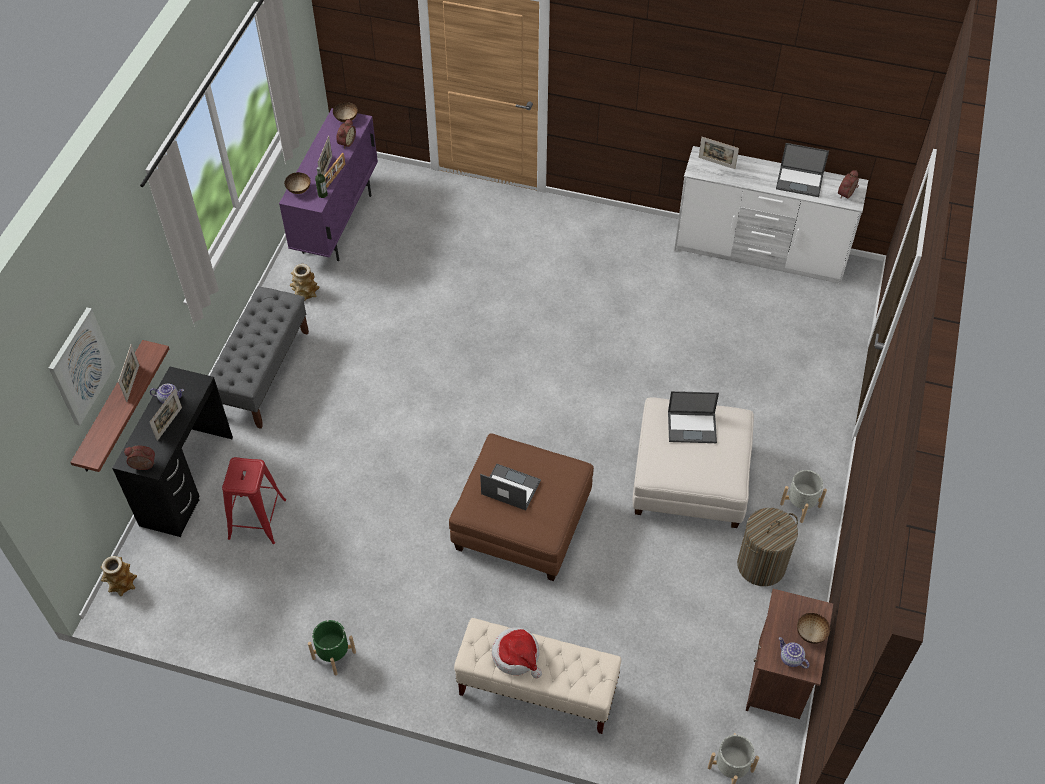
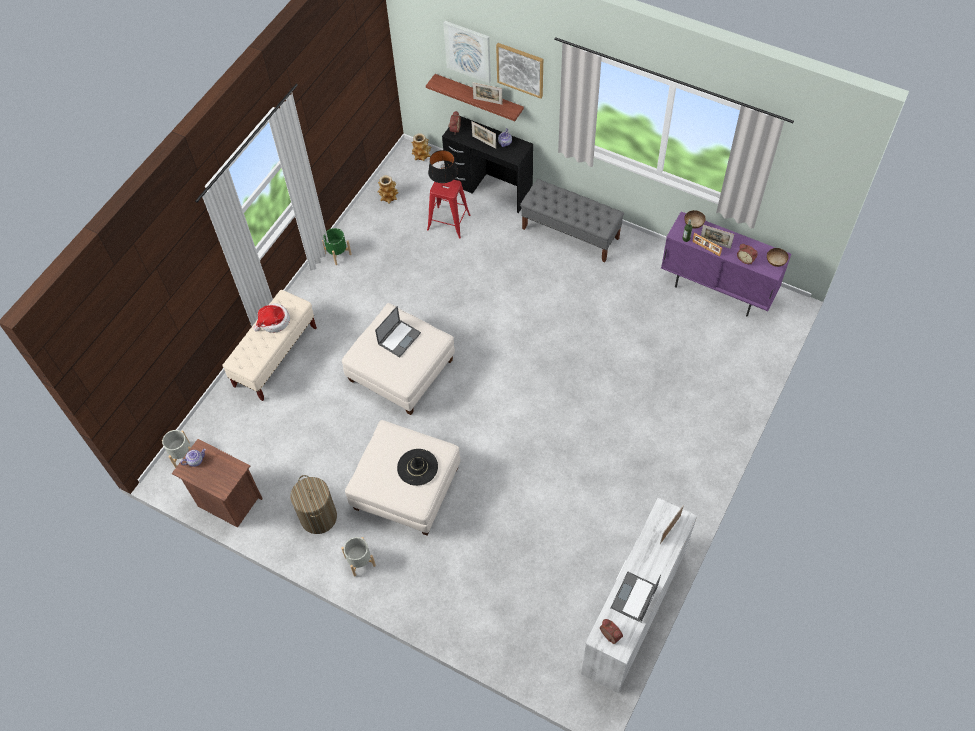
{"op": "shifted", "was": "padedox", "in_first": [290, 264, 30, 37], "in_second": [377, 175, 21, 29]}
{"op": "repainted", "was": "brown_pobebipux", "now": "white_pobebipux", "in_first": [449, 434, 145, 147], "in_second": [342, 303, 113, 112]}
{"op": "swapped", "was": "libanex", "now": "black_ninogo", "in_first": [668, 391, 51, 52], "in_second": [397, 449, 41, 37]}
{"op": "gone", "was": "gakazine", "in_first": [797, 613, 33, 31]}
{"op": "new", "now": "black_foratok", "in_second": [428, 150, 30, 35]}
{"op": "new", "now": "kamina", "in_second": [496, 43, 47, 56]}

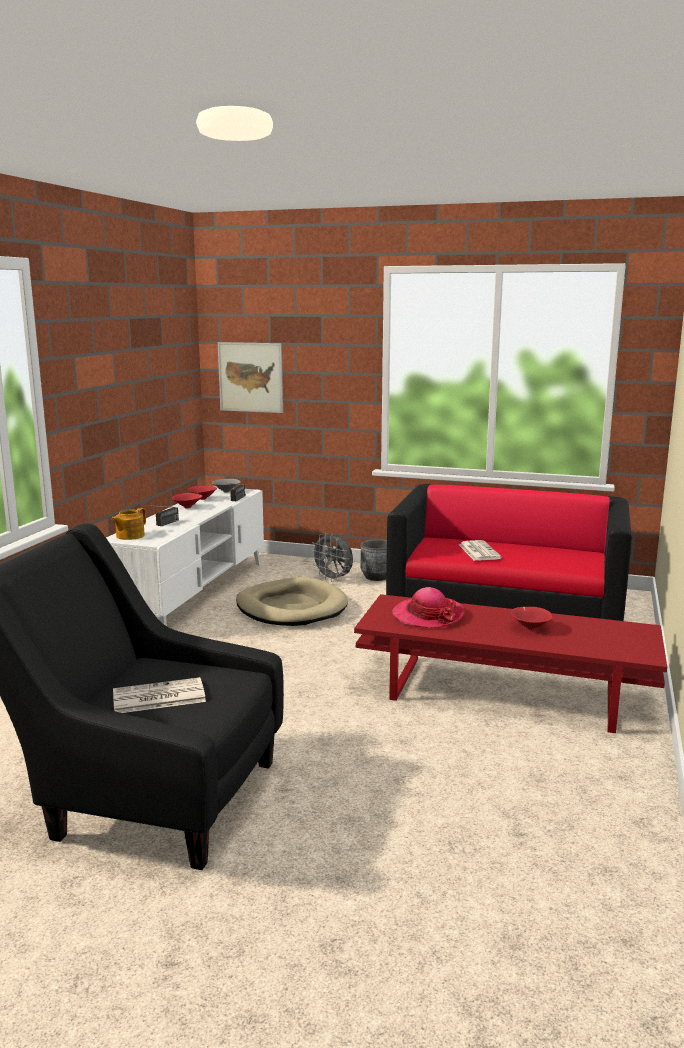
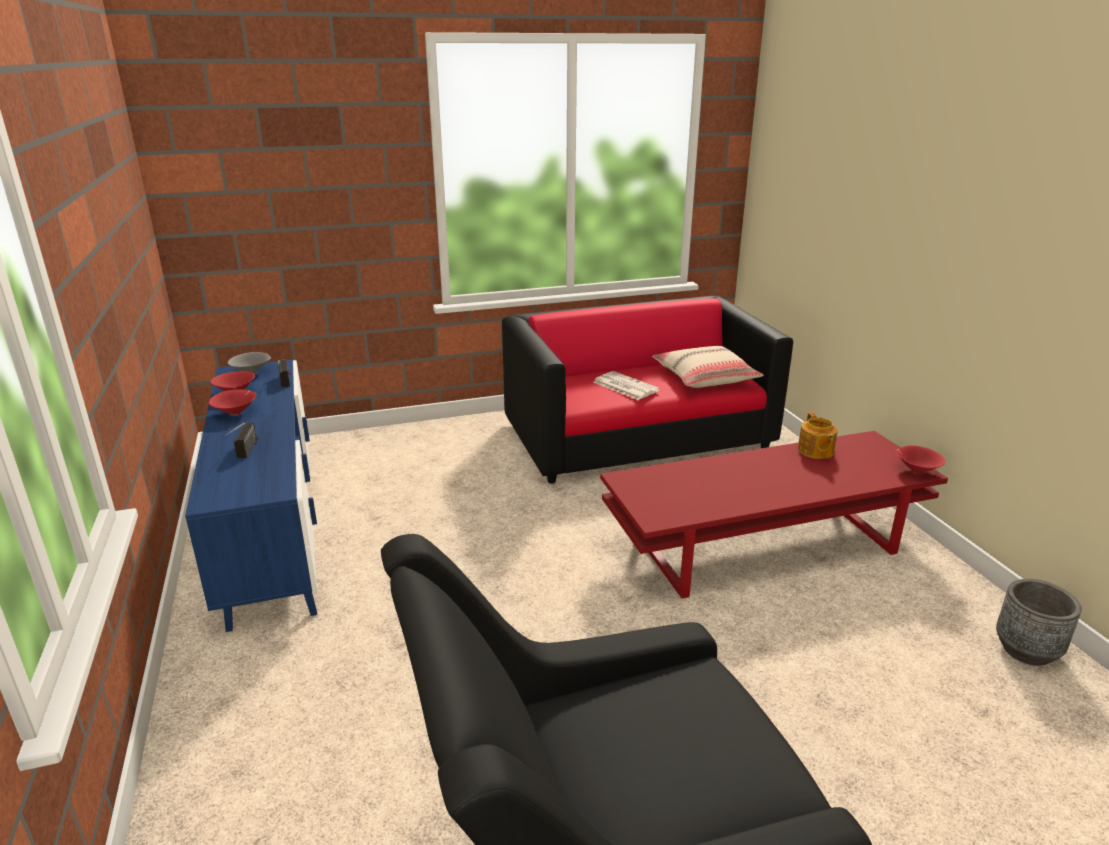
{"op": "repainted", "was": "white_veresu", "now": "blue_veresu", "in_first": [106, 486, 158, 140], "in_second": [185, 360, 132, 272]}
{"op": "shifted", "was": "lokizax", "in_first": [111, 508, 35, 32], "in_second": [798, 413, 40, 46]}
{"op": "gone", "was": "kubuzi", "in_first": [113, 677, 93, 36]}
{"op": "gone", "was": "kamina", "in_first": [218, 342, 65, 71]}
{"op": "gone", "was": "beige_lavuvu", "in_first": [236, 577, 112, 49]}
{"op": "gone", "was": "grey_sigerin", "in_first": [310, 533, 43, 49]}
{"op": "shifted", "was": "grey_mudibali", "in_first": [361, 539, 26, 42], "in_second": [996, 579, 86, 87]}
{"op": "gone", "was": "ninogo", "in_first": [392, 587, 73, 41]}
{"op": "shifted", "was": "red_gakazine", "in_first": [511, 607, 42, 23], "in_second": [895, 446, 50, 28]}
{"op": "new", "now": "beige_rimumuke", "in_second": [652, 346, 112, 42]}

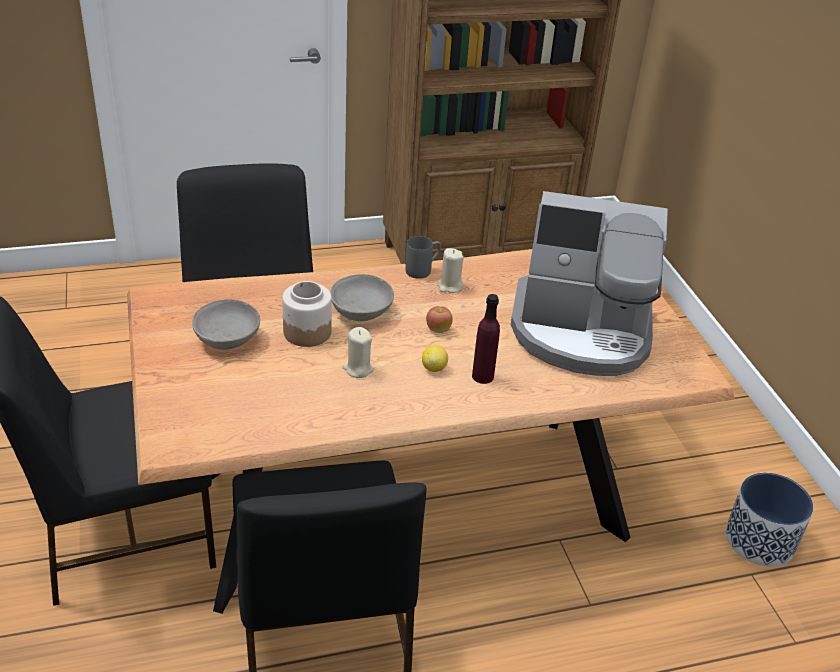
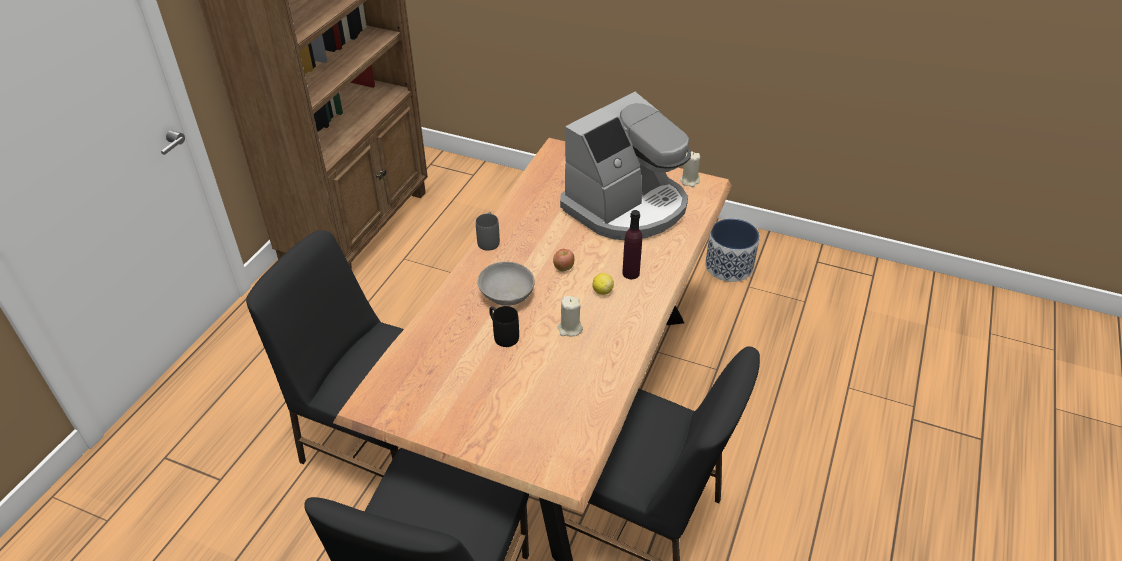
{"op": "gone", "was": "grey_gakazine", "in_first": [192, 299, 68, 51]}
{"op": "swapped", "was": "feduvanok", "now": "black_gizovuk", "in_first": [282, 281, 50, 66], "in_second": [489, 306, 30, 41]}
{"op": "shifted", "was": "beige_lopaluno", "in_first": [437, 248, 27, 45], "in_second": [680, 151, 20, 36]}

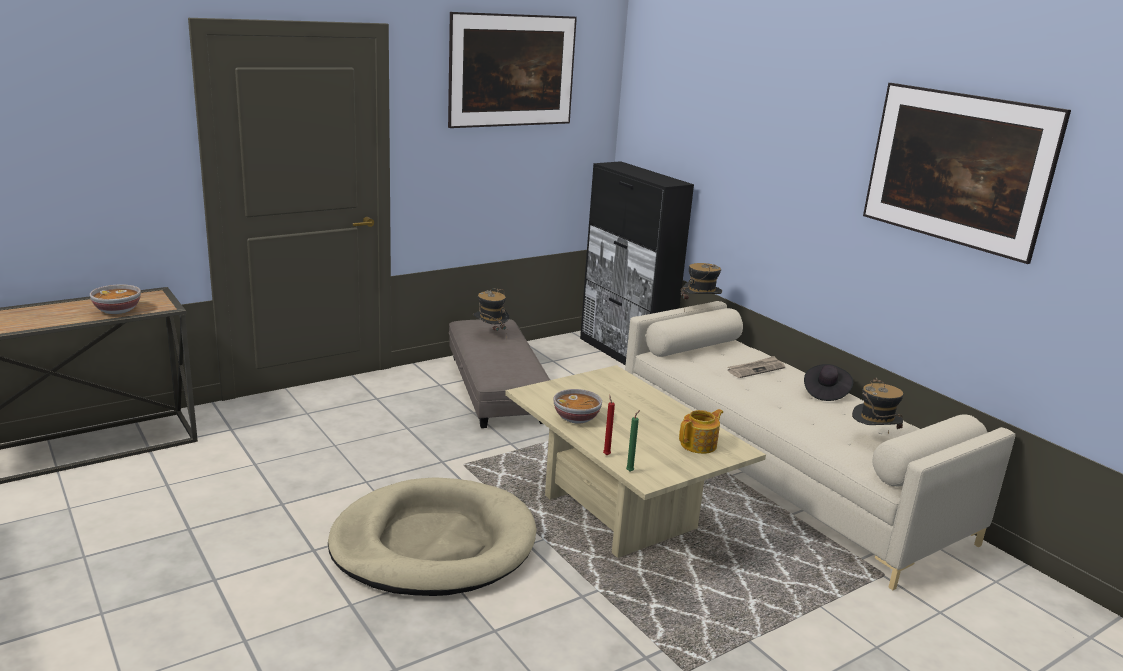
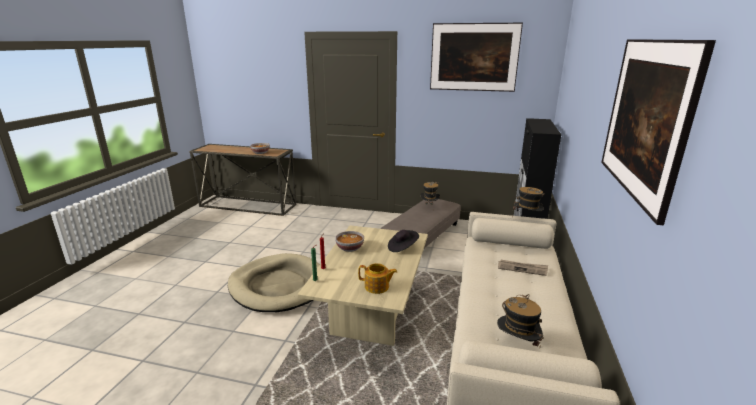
{"op": "shifted", "was": "black_ninogo", "in_first": [804, 364, 49, 37], "in_second": [388, 230, 31, 22]}

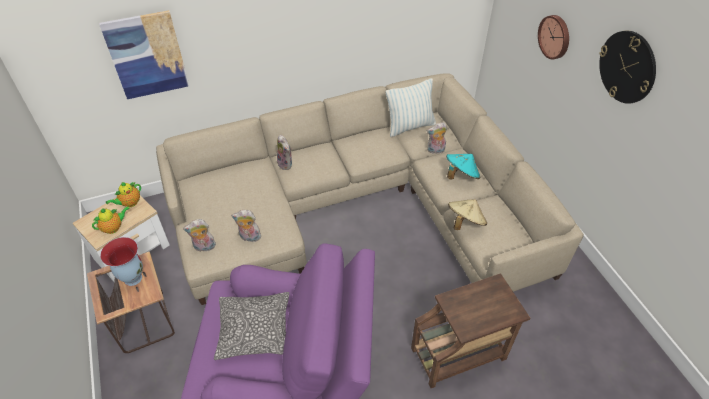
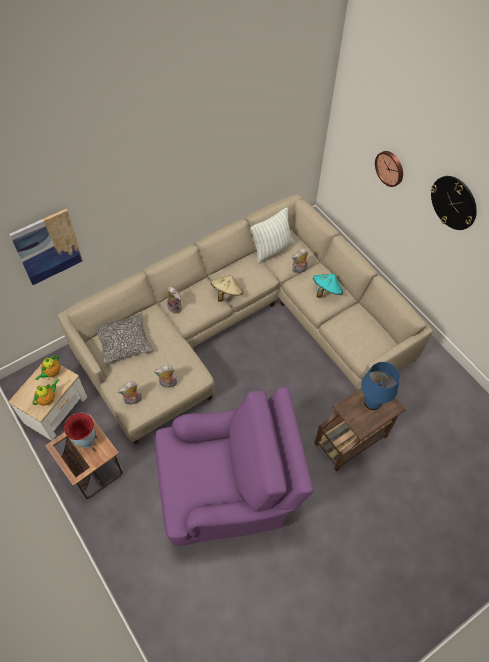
{"op": "shifted", "was": "rimumuke", "in_first": [214, 292, 75, 68], "in_second": [95, 313, 58, 52]}
{"op": "shifted", "was": "beige_ninogo", "in_first": [448, 199, 39, 31], "in_second": [211, 275, 32, 27]}
{"op": "new", "now": "blue_foratok", "in_second": [361, 362, 39, 48]}

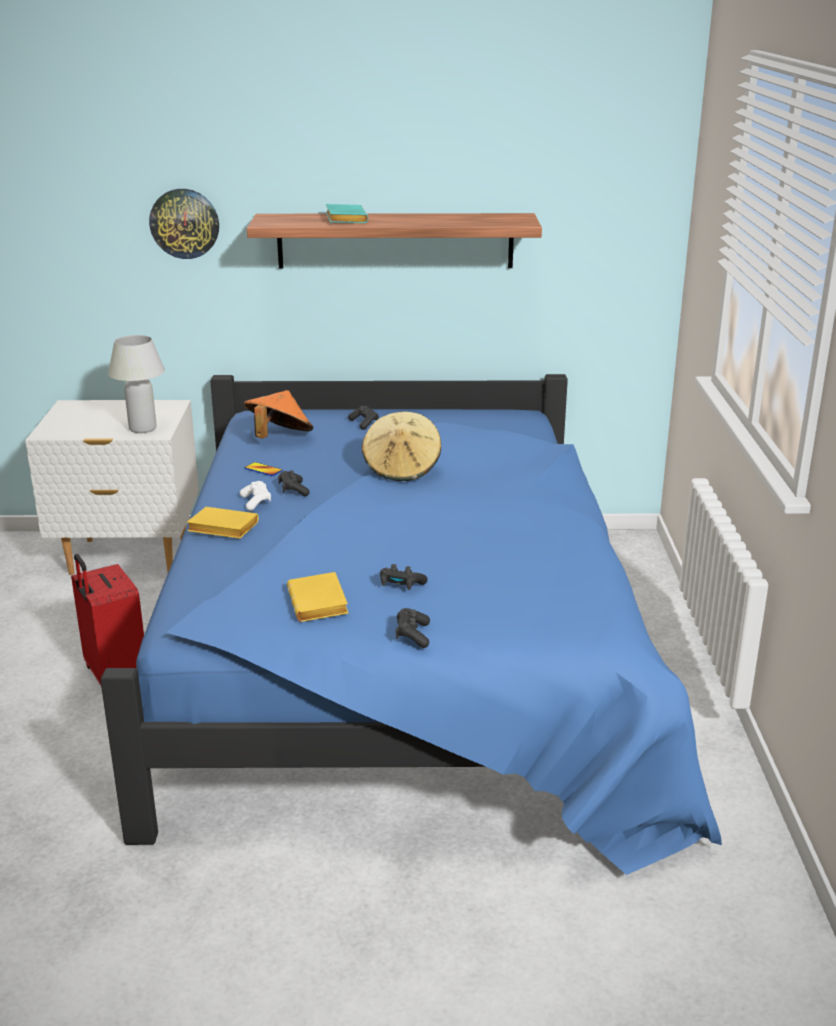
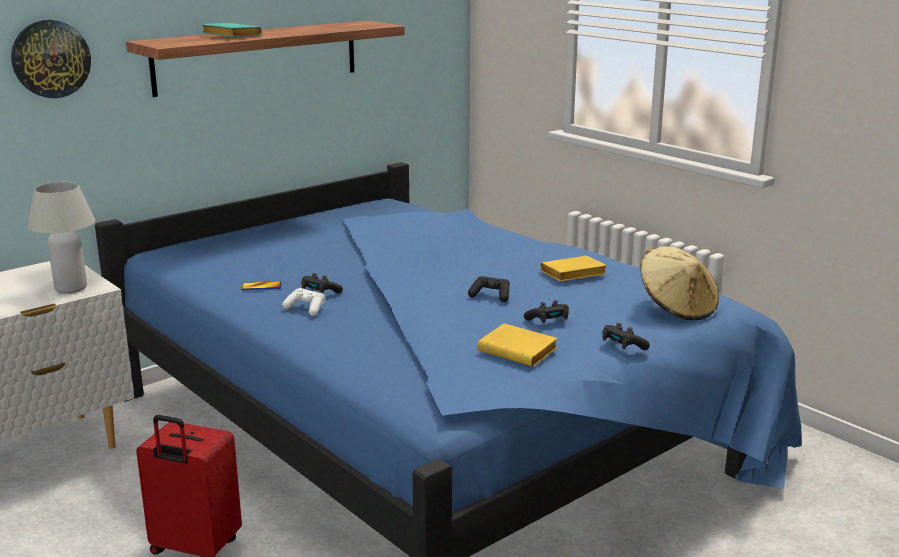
{"op": "shifted", "was": "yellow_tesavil", "in_first": [187, 507, 71, 32], "in_second": [541, 256, 66, 26]}
{"op": "gone", "was": "orange_ninogo", "in_first": [243, 390, 70, 48]}
{"op": "shifted", "was": "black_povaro", "in_first": [348, 406, 31, 24], "in_second": [468, 276, 42, 26]}
{"op": "shifted", "was": "beige_ninogo", "in_first": [362, 412, 79, 69], "in_second": [640, 246, 79, 74]}

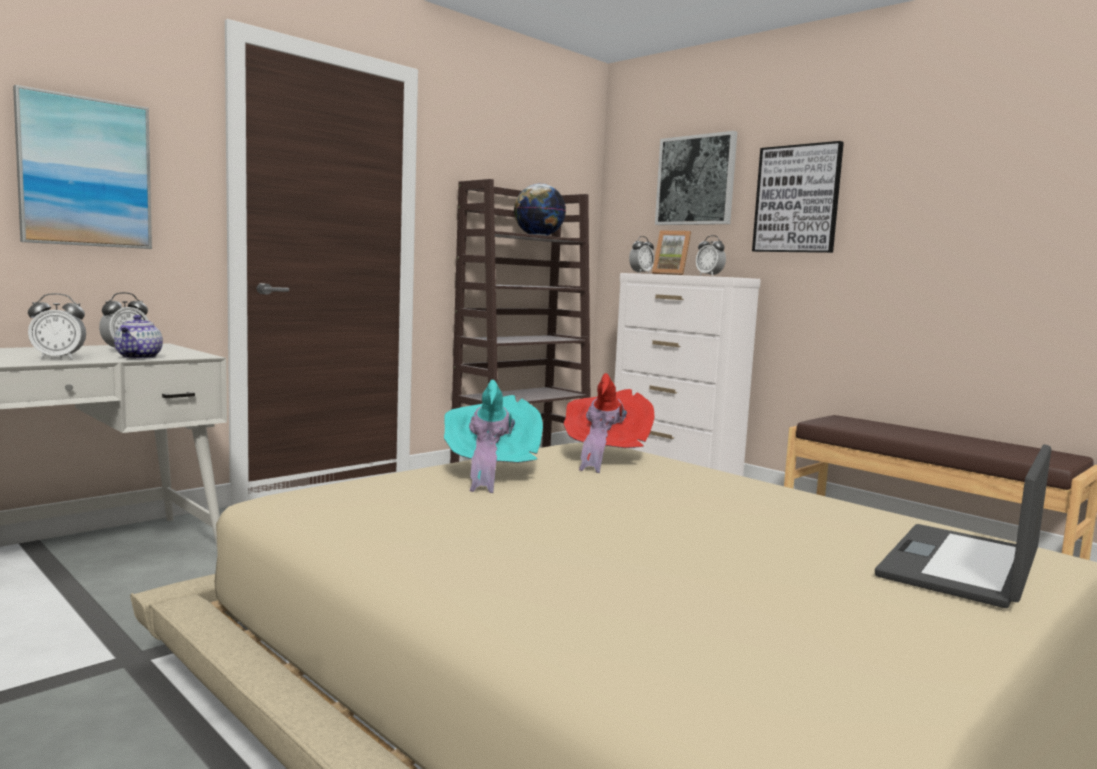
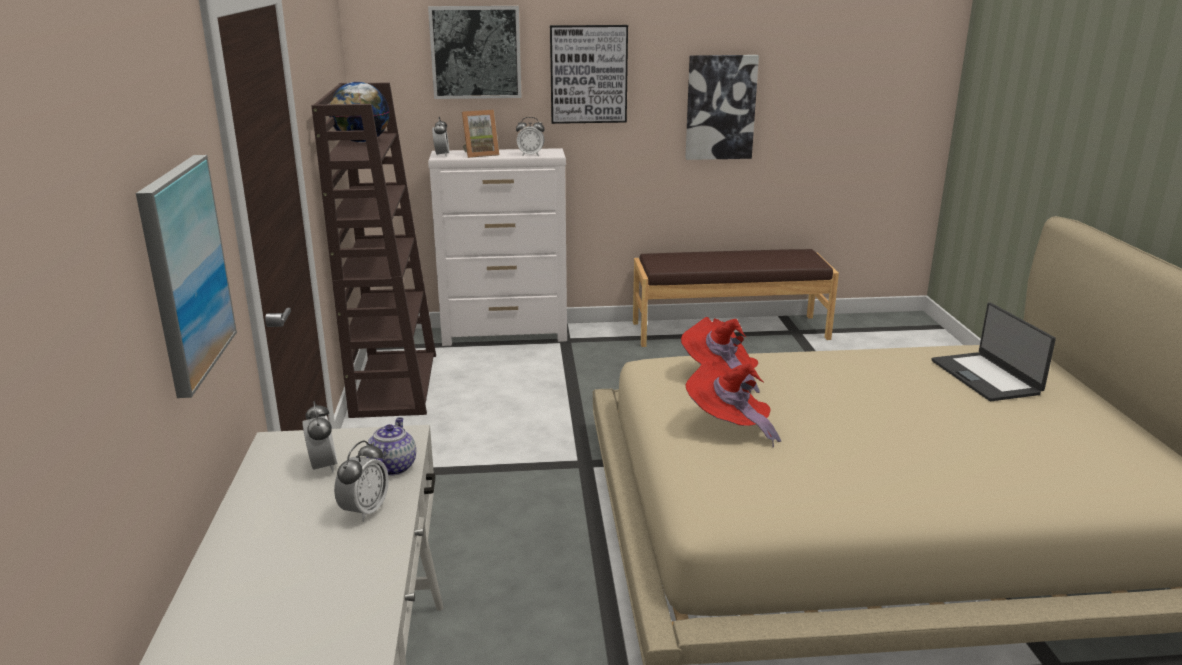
{"op": "rotated", "was": "lokizax", "in_first": [114, 315, 49, 44], "in_second": [366, 417, 50, 59], "clockwise": -120}
{"op": "repainted", "was": "turquoise_ninogo", "now": "red_ninogo", "in_first": [444, 380, 99, 113], "in_second": [686, 361, 95, 86]}
{"op": "new", "now": "kamina", "in_second": [685, 55, 74, 105]}

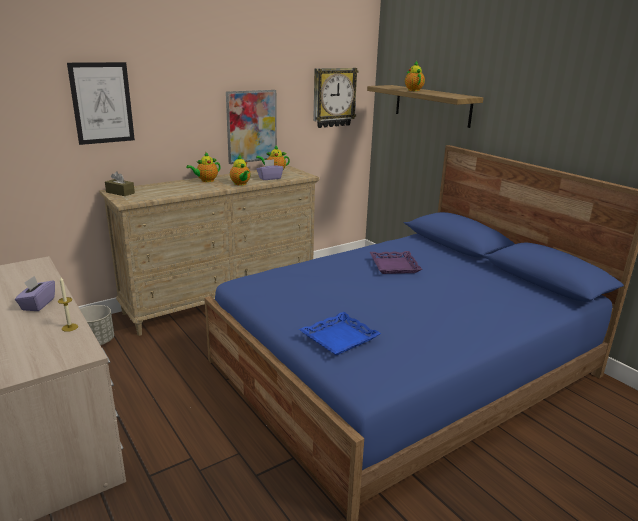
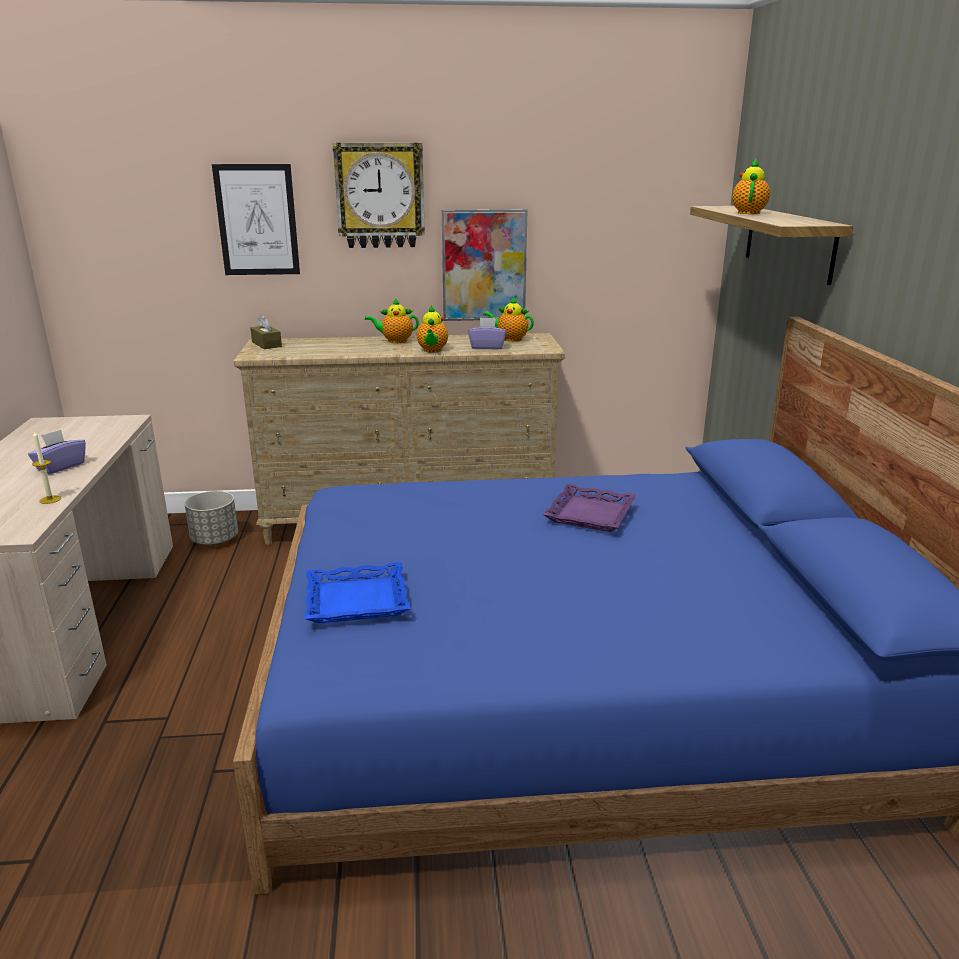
{"op": "shifted", "was": "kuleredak", "in_first": [313, 68, 46, 60], "in_second": [333, 143, 92, 105]}

